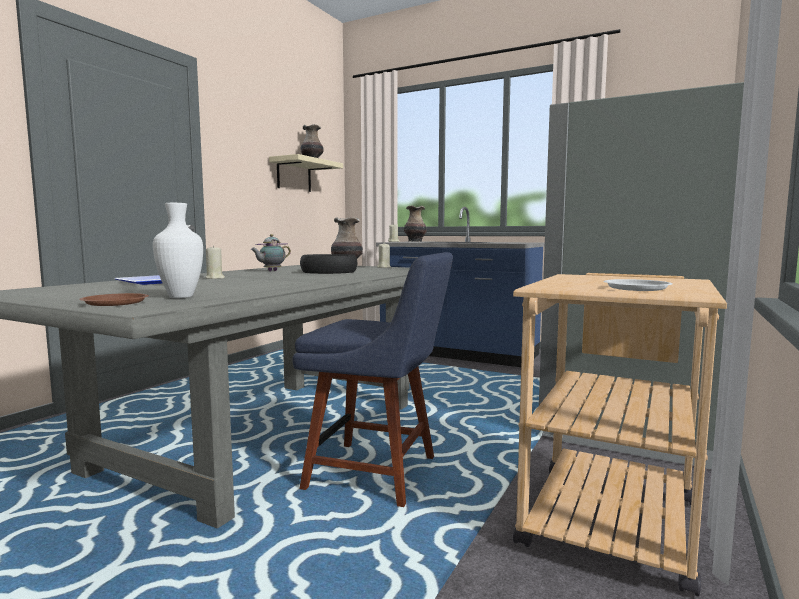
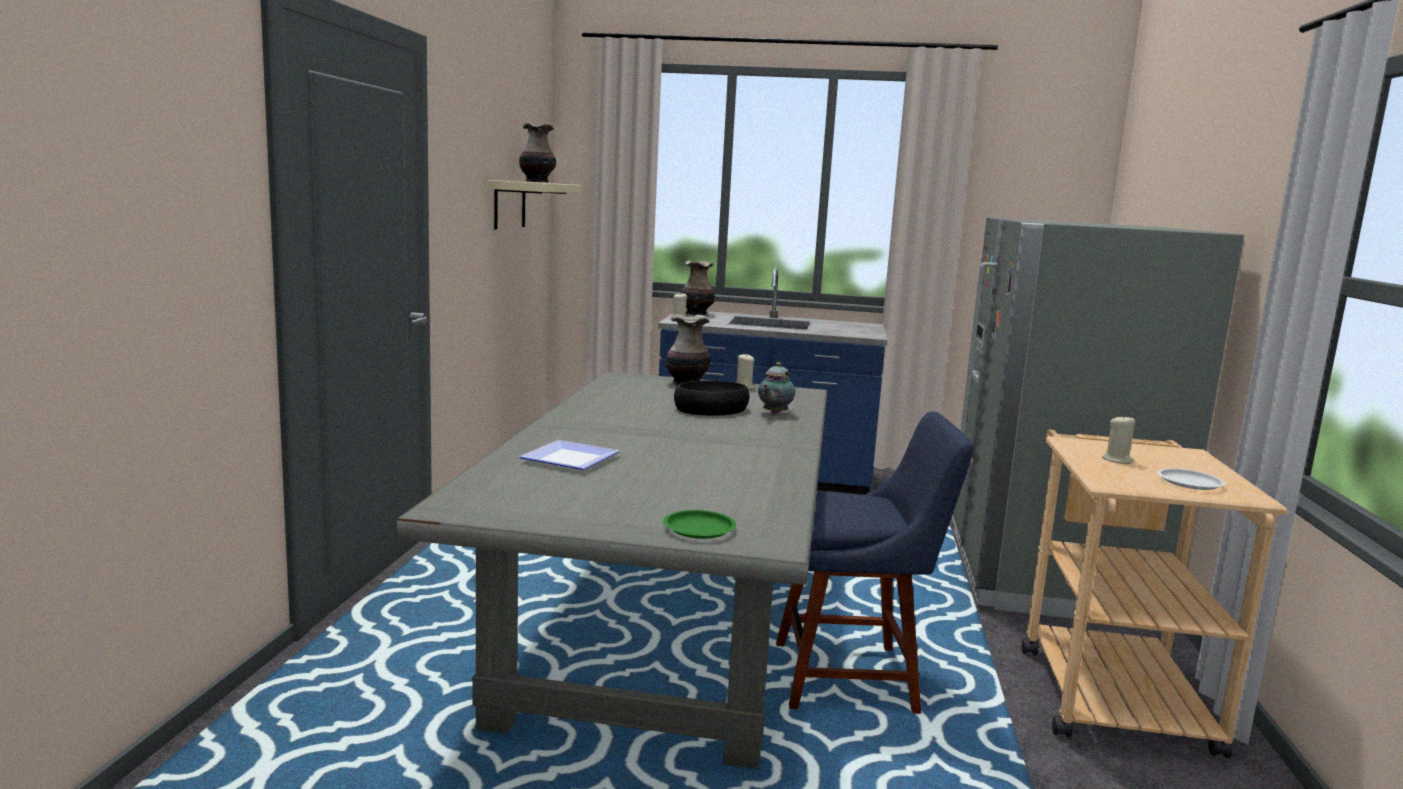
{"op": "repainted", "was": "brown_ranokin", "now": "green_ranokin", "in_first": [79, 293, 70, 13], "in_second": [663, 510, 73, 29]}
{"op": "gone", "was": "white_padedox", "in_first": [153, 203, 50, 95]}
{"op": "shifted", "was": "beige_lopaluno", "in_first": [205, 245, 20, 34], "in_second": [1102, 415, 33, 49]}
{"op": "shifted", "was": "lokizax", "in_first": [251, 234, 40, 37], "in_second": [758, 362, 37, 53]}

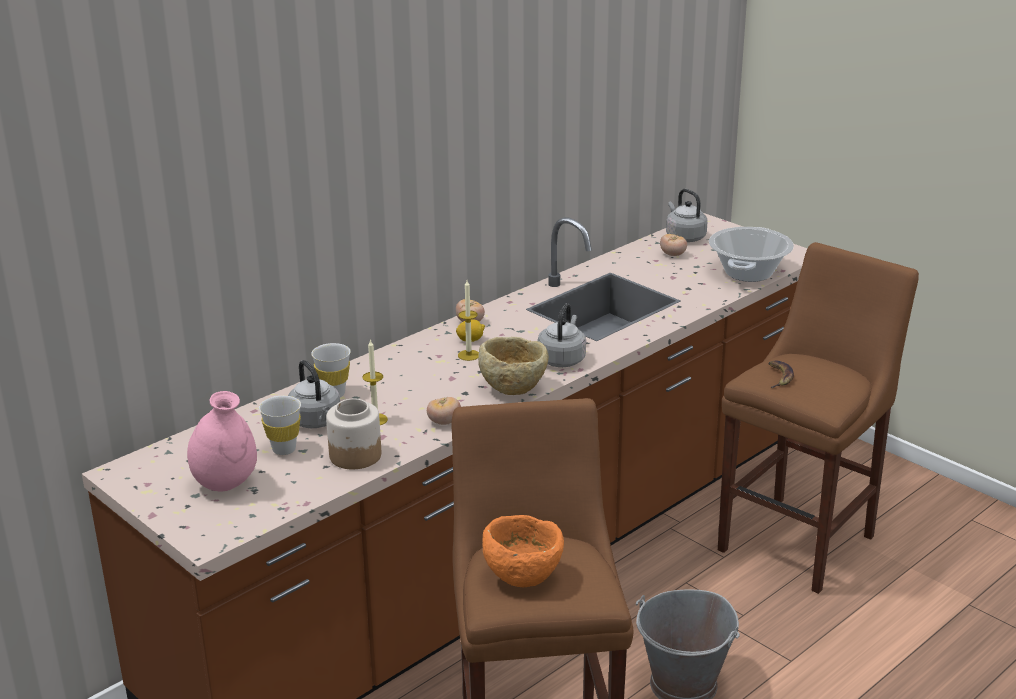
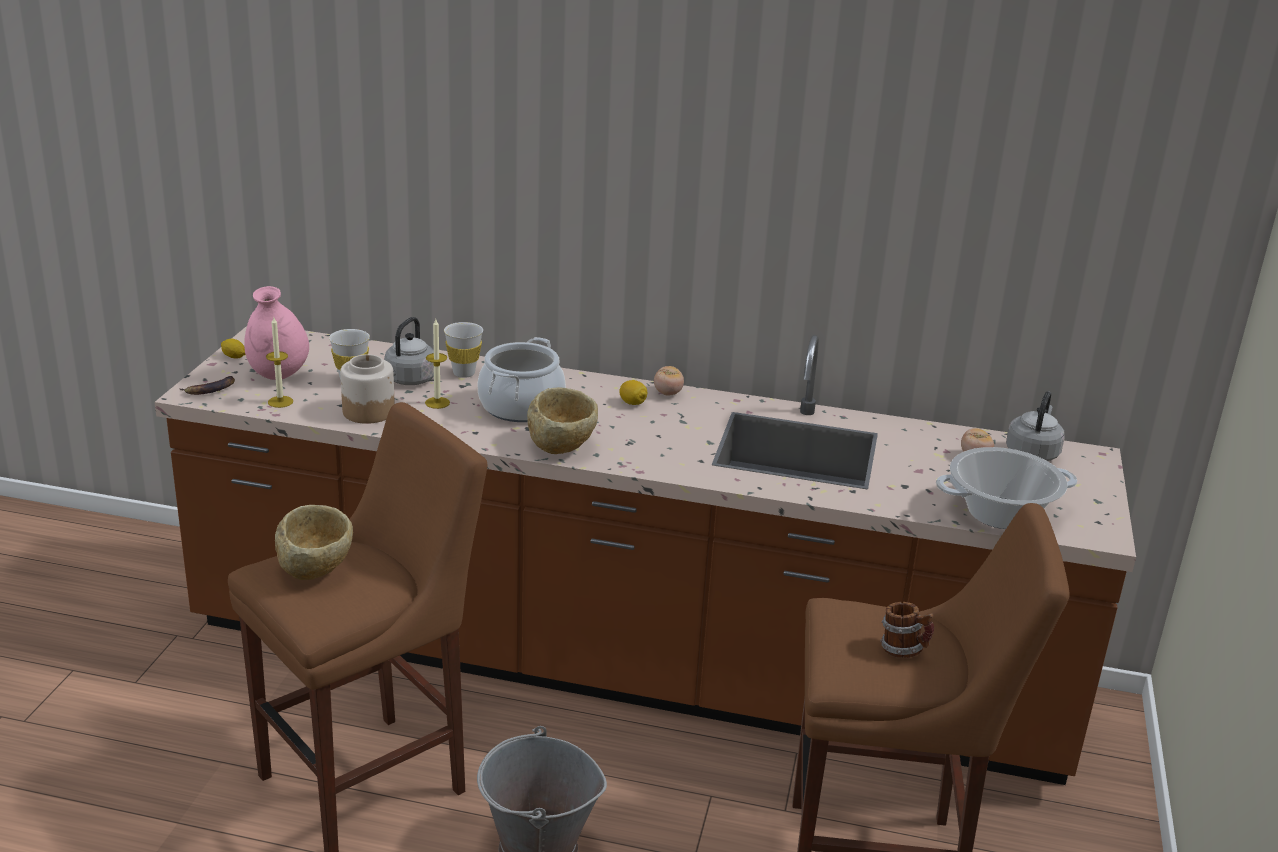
{"op": "gone", "was": "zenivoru", "in_first": [427, 397, 34, 28]}
{"op": "shifted", "was": "lopaluno", "in_first": [458, 280, 21, 81], "in_second": [266, 317, 27, 91]}
{"op": "repainted", "was": "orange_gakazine", "now": "beige_gakazine", "in_first": [482, 515, 82, 72], "in_second": [275, 505, 78, 75]}
{"op": "gone", "was": "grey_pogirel", "in_first": [537, 303, 49, 64]}
{"op": "shifted", "was": "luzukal", "in_first": [768, 360, 26, 28], "in_second": [179, 376, 56, 19]}
{"op": "new", "now": "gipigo", "in_second": [221, 339, 24, 20]}
{"op": "new", "now": "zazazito", "in_second": [478, 337, 88, 85]}
{"op": "new", "now": "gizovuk", "in_second": [880, 602, 54, 56]}

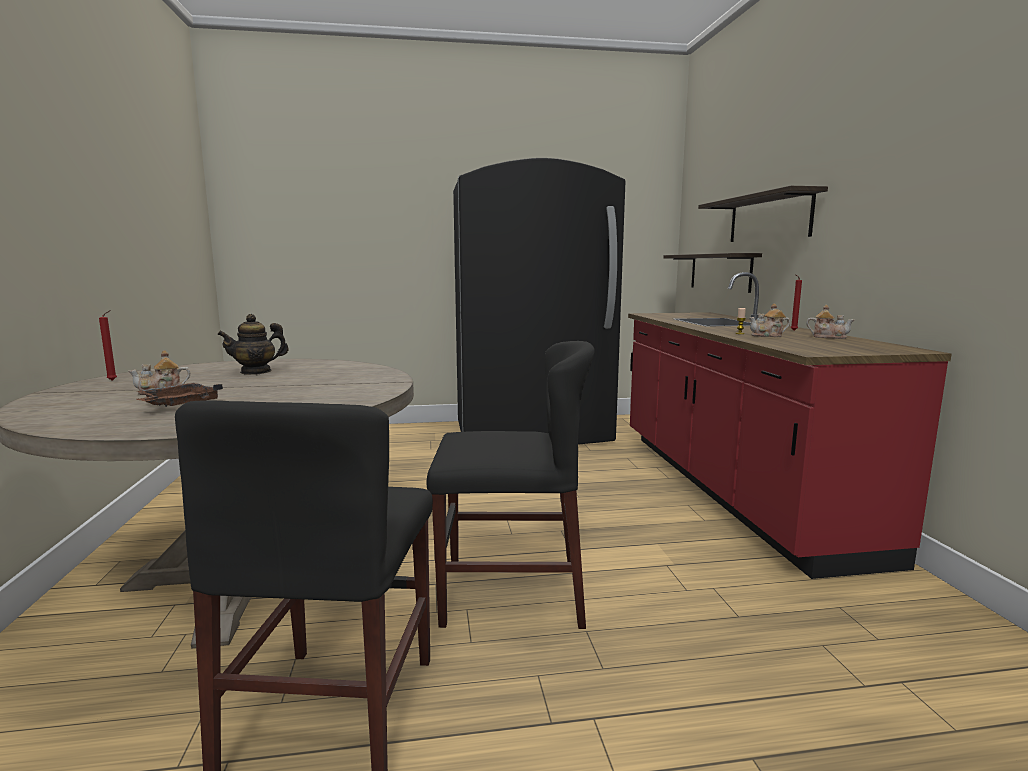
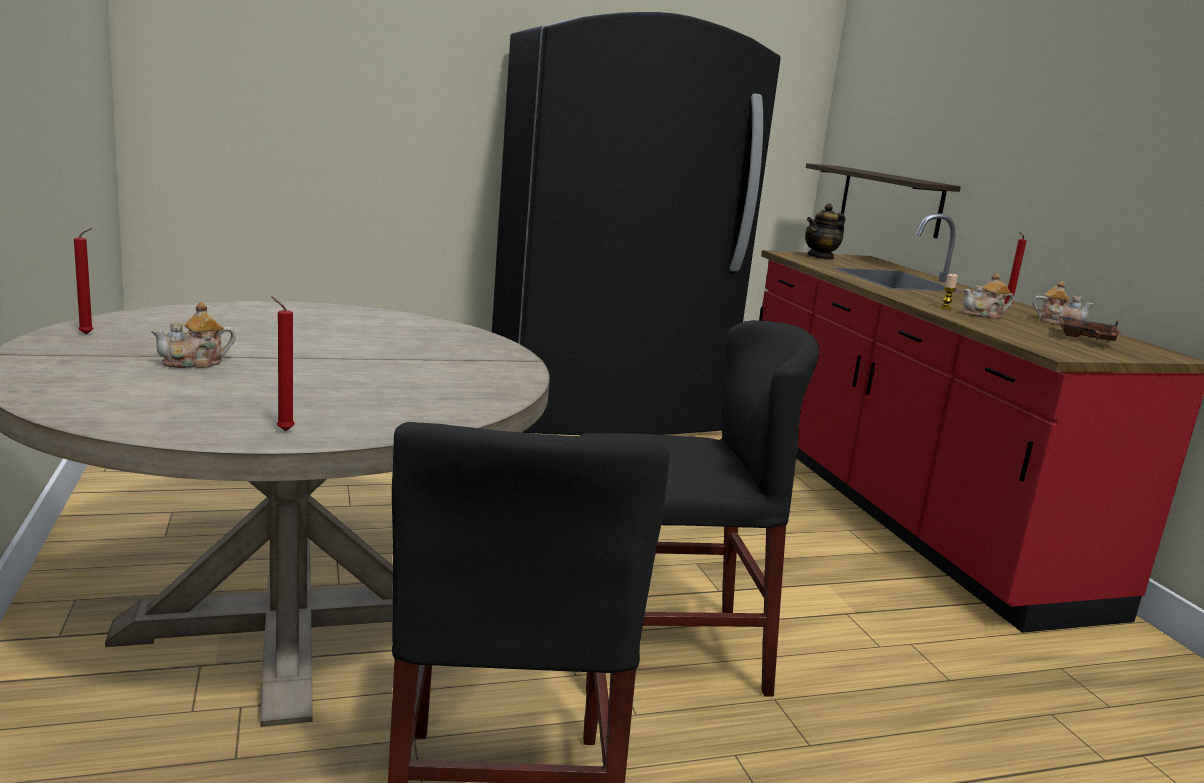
{"op": "shifted", "was": "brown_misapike", "in_first": [137, 383, 86, 24], "in_second": [1058, 316, 63, 25]}
{"op": "shifted", "was": "lokizax", "in_first": [217, 314, 72, 61], "in_second": [805, 203, 40, 57]}
{"op": "gone", "was": "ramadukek", "in_first": [698, 186, 130, 56]}
{"op": "new", "now": "red_lopaluno", "in_second": [271, 296, 24, 135]}

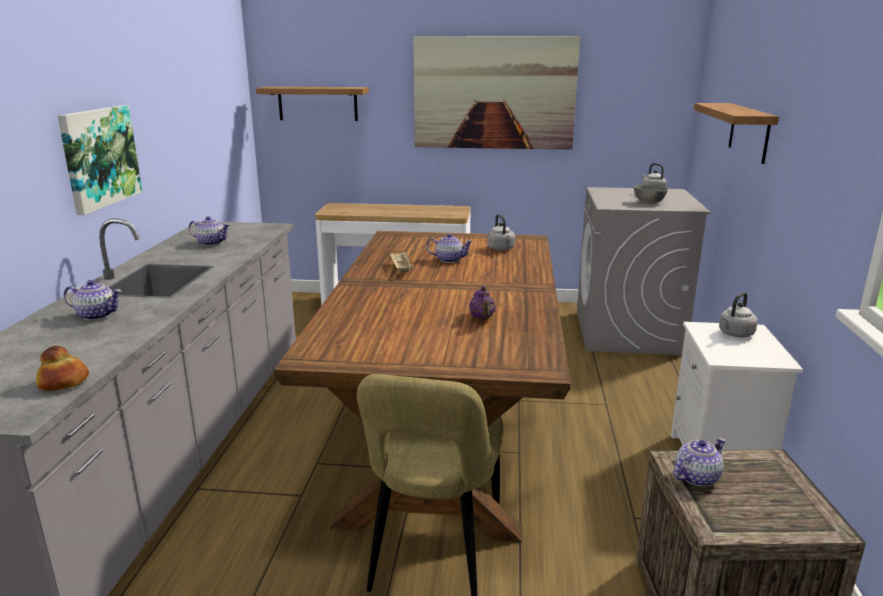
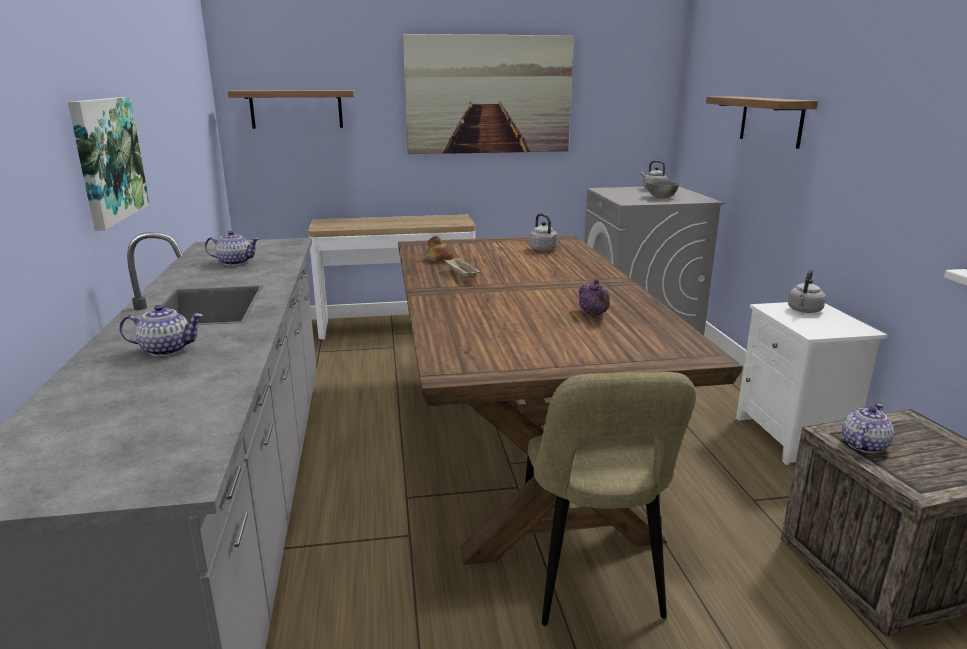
{"op": "shifted", "was": "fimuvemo", "in_first": [36, 346, 53, 45], "in_second": [426, 236, 28, 25]}
{"op": "gone", "was": "lokizax", "in_first": [427, 234, 46, 29]}

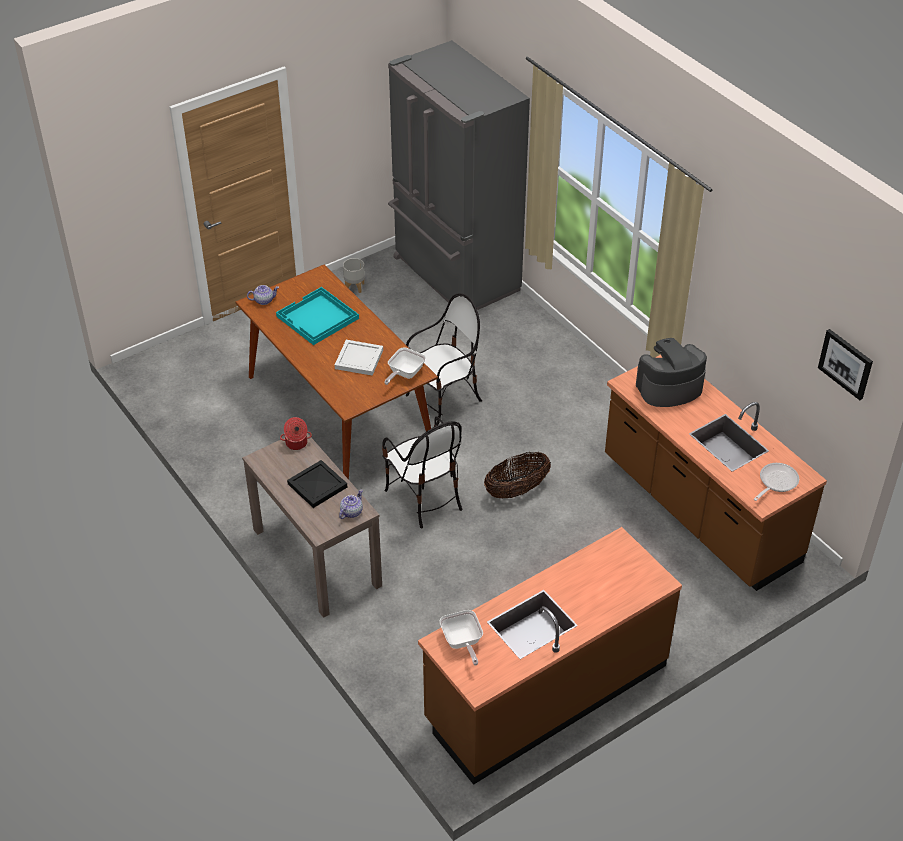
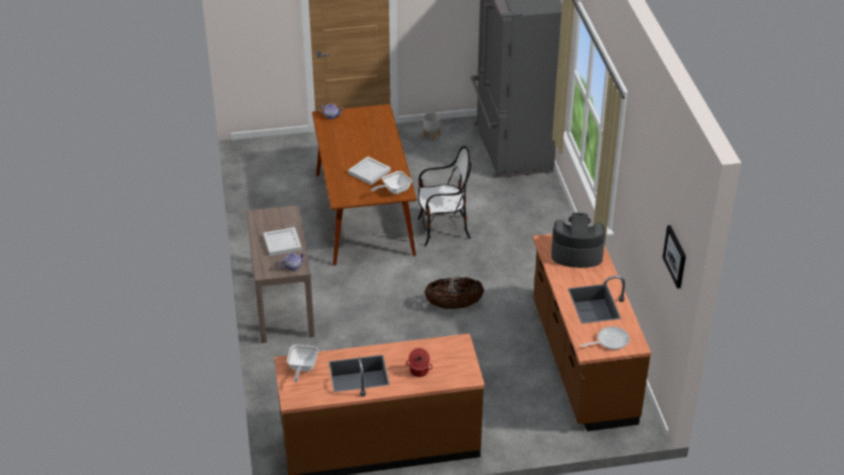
{"op": "gone", "was": "turquoise_misapike", "in_first": [276, 287, 83, 58]}
{"op": "shifted", "was": "zazazito", "in_first": [280, 417, 32, 33], "in_second": [406, 348, 27, 29]}
{"op": "repainted", "was": "black_misapike", "now": "white_misapike", "in_first": [287, 460, 60, 48], "in_second": [263, 227, 39, 29]}
{"op": "gone", "was": "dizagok", "in_first": [382, 416, 80, 112]}

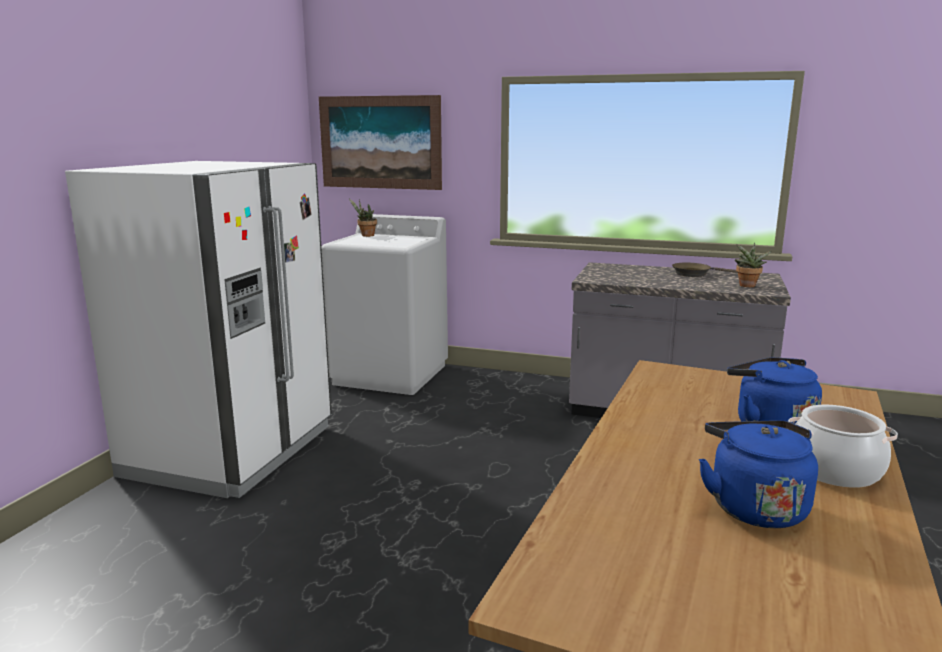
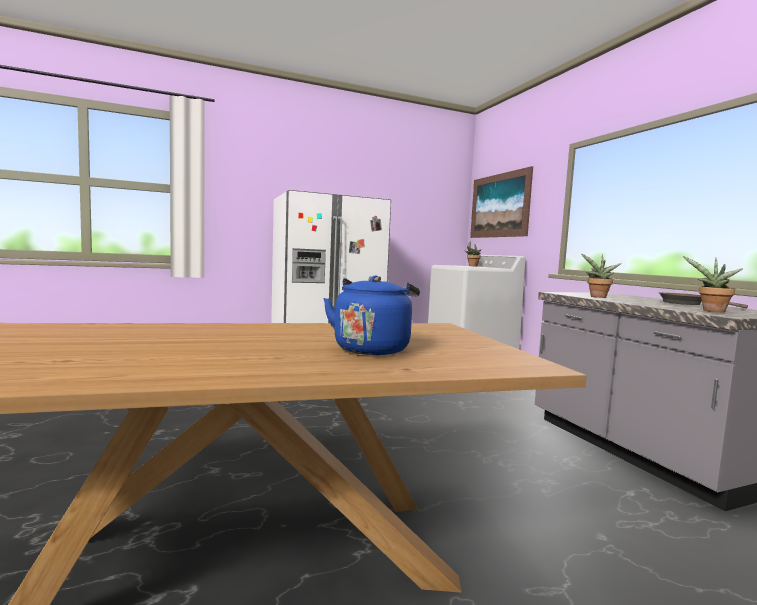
{"op": "gone", "was": "blue_pogirel", "in_first": [699, 420, 119, 108]}
{"op": "gone", "was": "zazazito", "in_first": [788, 405, 110, 83]}
{"op": "new", "now": "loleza", "in_second": [581, 254, 40, 44]}

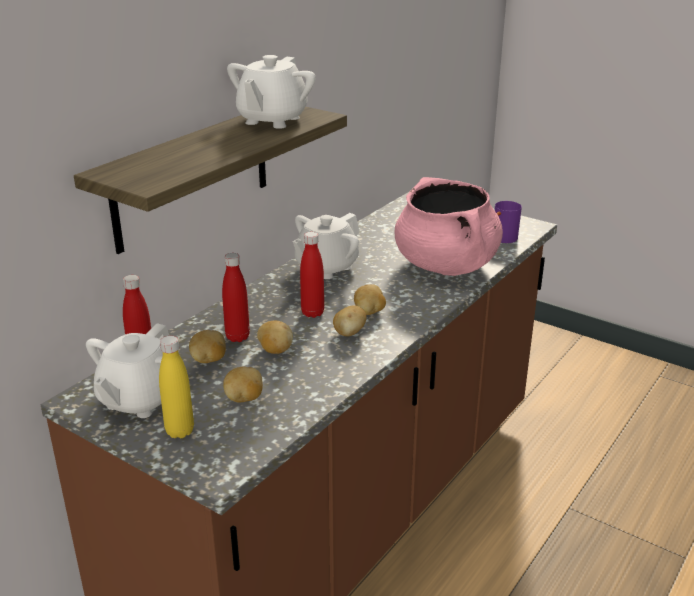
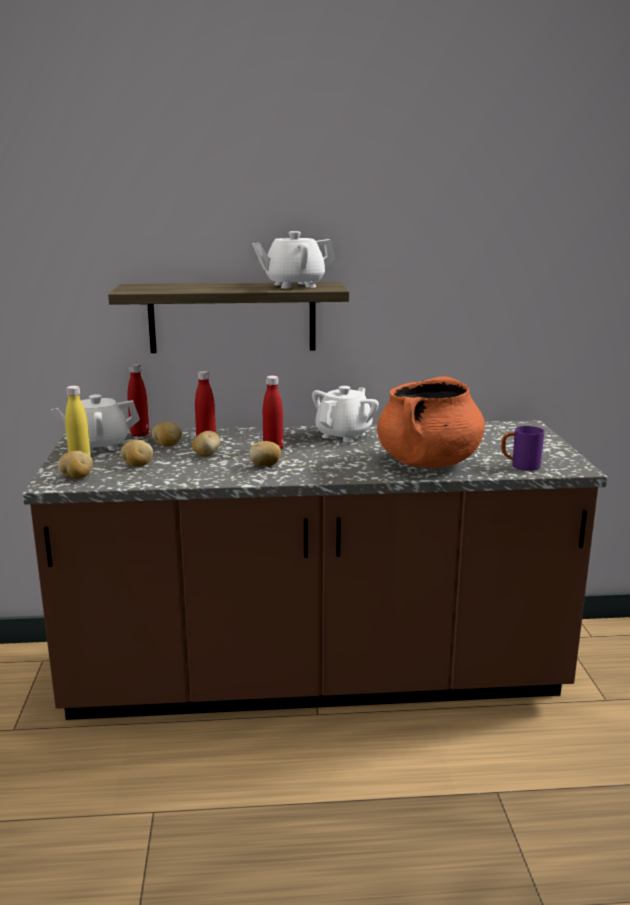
{"op": "rotated", "was": "white_lokizax", "in_first": [293, 213, 66, 66], "in_second": [312, 386, 67, 56], "clockwise": 120}
{"op": "shifted", "was": "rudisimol", "in_first": [354, 284, 32, 31], "in_second": [58, 451, 35, 28]}
{"op": "repainted", "was": "pink_zazazito", "now": "orange_zazazito", "in_first": [394, 177, 109, 99], "in_second": [377, 376, 108, 92]}

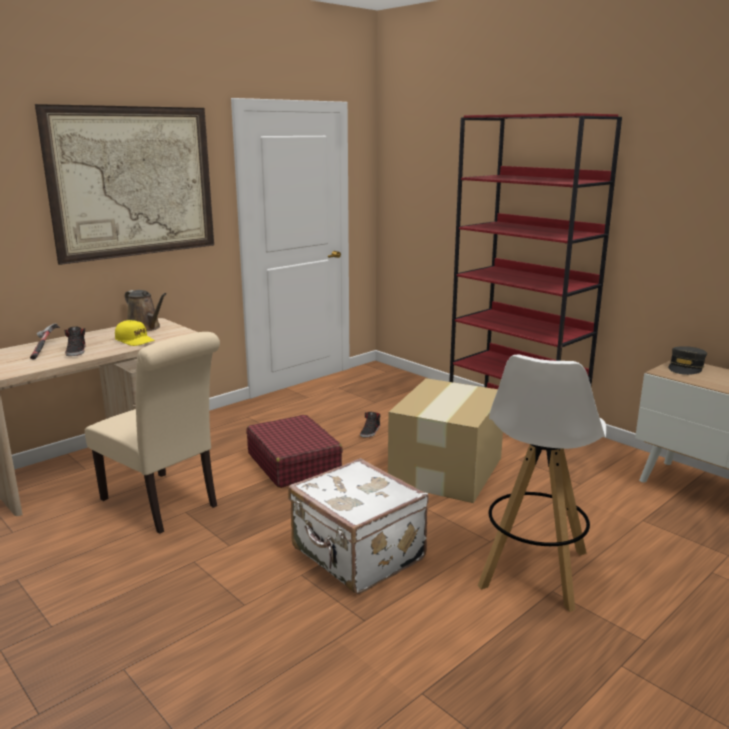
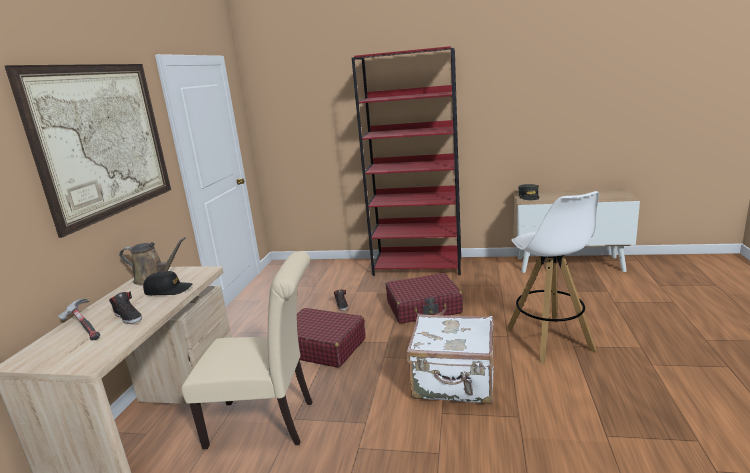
{"op": "repainted", "was": "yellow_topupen", "now": "black_topupen", "in_first": [115, 320, 40, 26], "in_second": [143, 271, 49, 24]}
{"op": "swapped", "was": "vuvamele", "now": "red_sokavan", "in_first": [388, 378, 115, 125], "in_second": [386, 273, 77, 51]}

